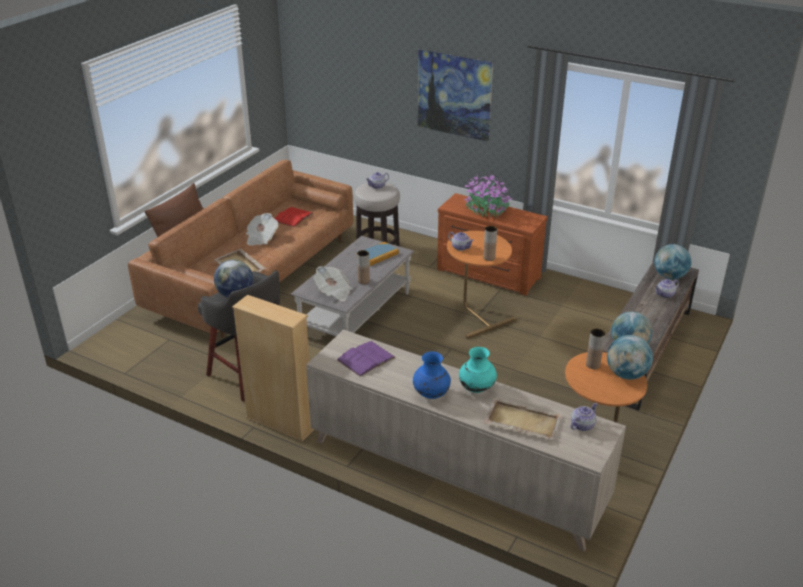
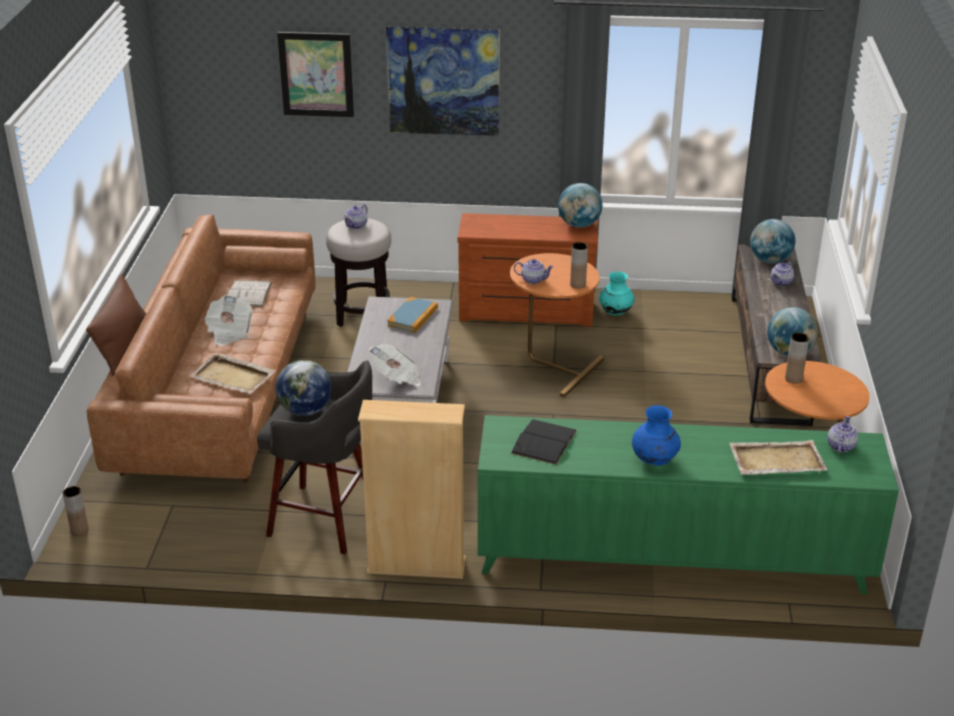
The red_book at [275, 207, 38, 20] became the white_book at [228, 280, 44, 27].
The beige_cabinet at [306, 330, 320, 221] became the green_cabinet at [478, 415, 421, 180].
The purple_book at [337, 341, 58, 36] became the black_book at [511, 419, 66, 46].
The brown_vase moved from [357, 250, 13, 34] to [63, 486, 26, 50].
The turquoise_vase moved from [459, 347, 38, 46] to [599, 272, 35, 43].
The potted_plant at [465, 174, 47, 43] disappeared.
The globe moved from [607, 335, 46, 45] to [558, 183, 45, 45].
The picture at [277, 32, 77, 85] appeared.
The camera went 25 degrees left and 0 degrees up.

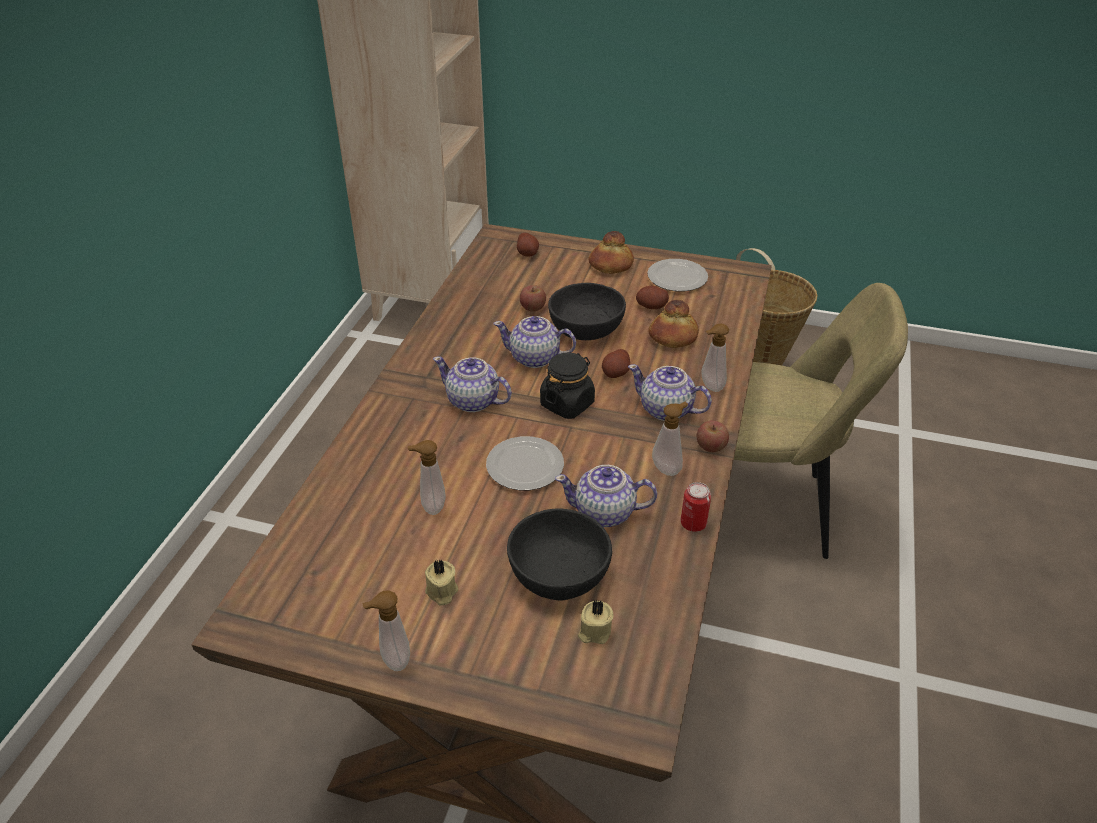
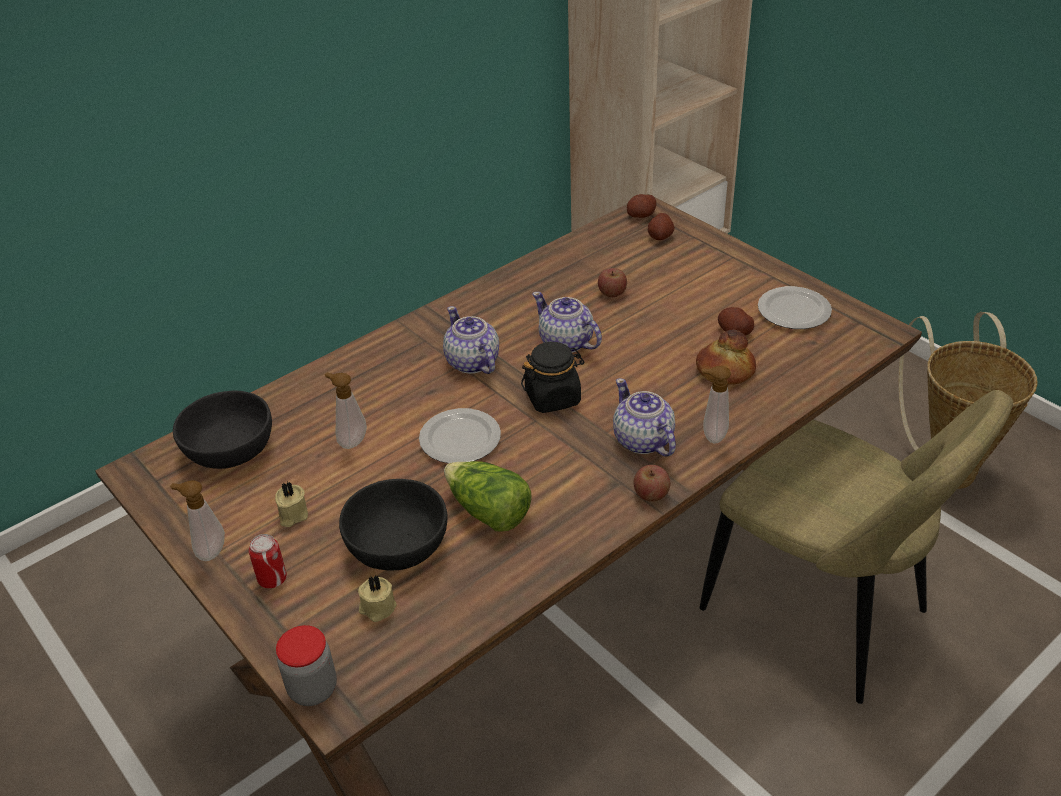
The black_bowl moved from [548, 283, 78, 57] to [173, 391, 99, 78].
The teapot at [555, 465, 102, 62] was replaced by the lettuce at [444, 461, 88, 71].
The bread at [588, 231, 46, 43] disappeared.
The potato moved from [602, 349, 28, 29] to [627, 194, 29, 24].
The soap_dispenser at [652, 402, 36, 74] disappeared.
The can moved from [680, 482, 31, 50] to [249, 534, 38, 54].
The jar at [276, 625, 61, 81] appeared.
The camera went 35 degrees right and 0 degrees up.

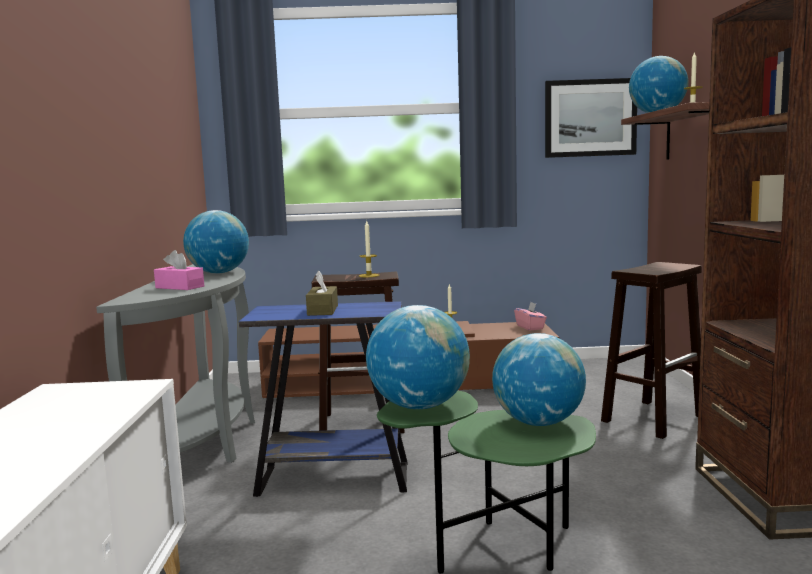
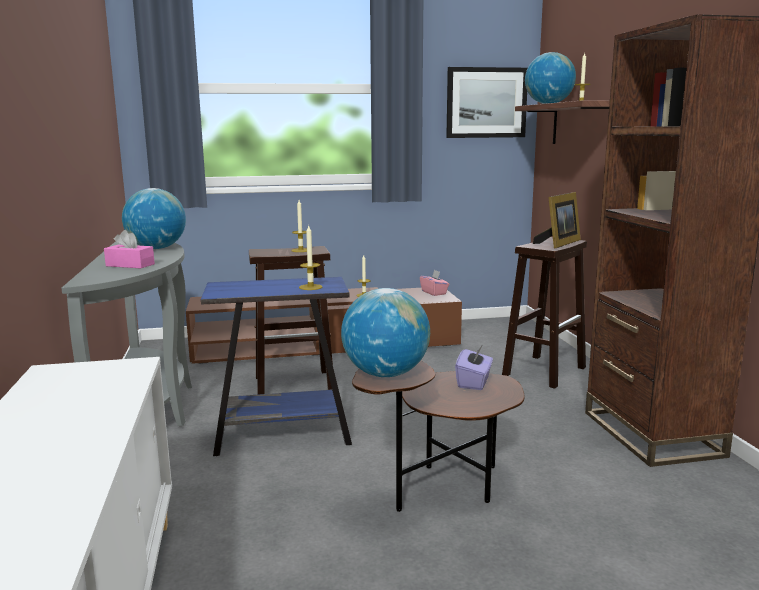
The brown_tissue_box at [306, 271, 32, 45] disappeared.
The green_side_table at [377, 391, 219, 183] became the brown_side_table at [352, 361, 173, 151].
The globe at [492, 333, 94, 93] was replaced by the purple_tissue_box at [455, 344, 38, 46].
The candle at [299, 226, 23, 64] appeared.
The picture_frame at [533, 192, 48, 57] appeared.
The camera went 10 degrees left and 5 degrees up.

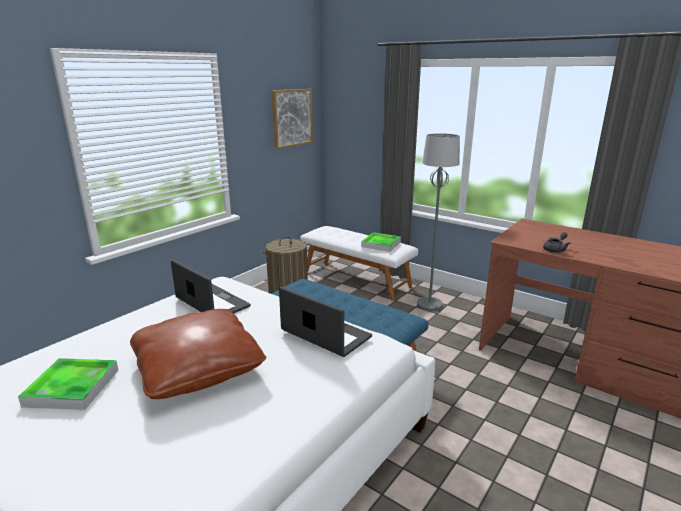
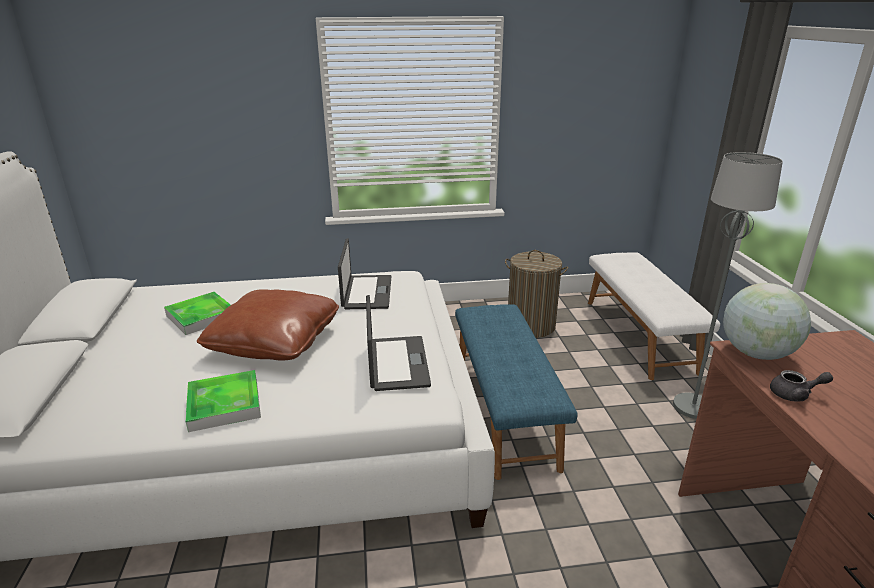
The picture at [272, 89, 41, 60] disappeared.
The tray moved from [361, 232, 40, 20] to [185, 370, 76, 62].
The globe at [723, 283, 88, 77] appeared.
The camera went 45 degrees right and 5 degrees up.

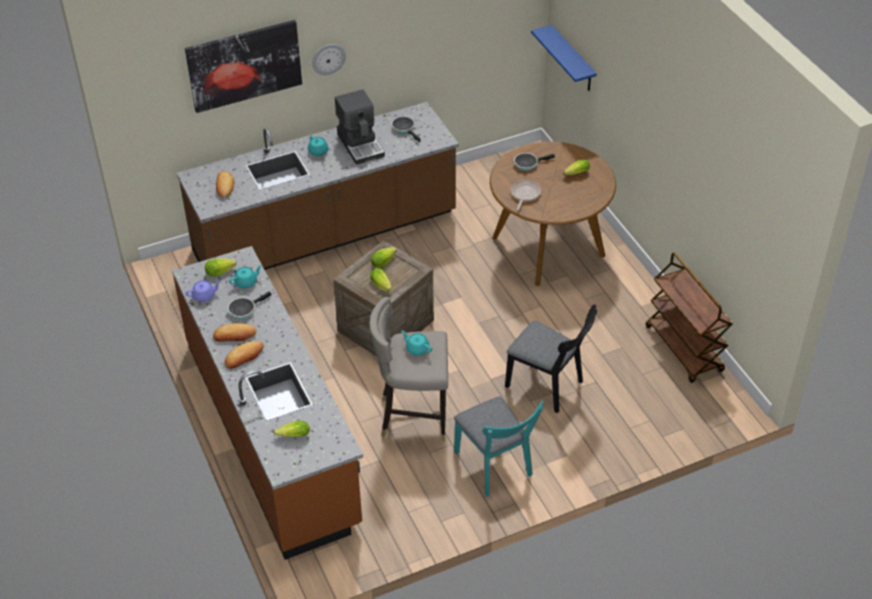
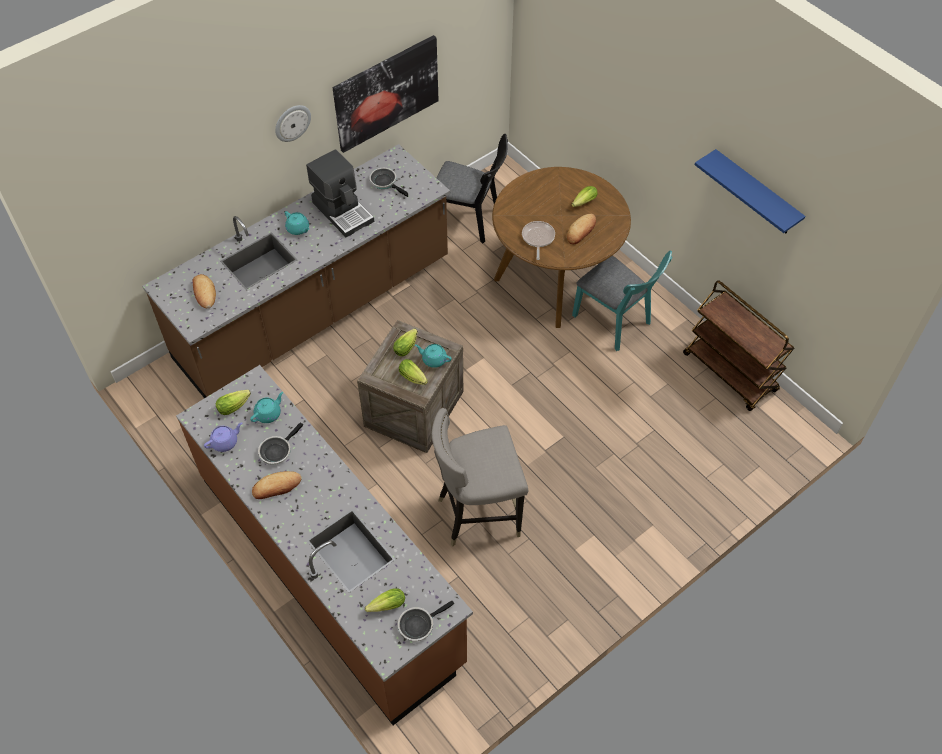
The picture moved from [185, 20, 117, 93] to [332, 35, 107, 118].
The bread moved from [225, 341, 39, 28] to [567, 214, 29, 30].
The turquoise_teapot moved from [401, 331, 31, 25] to [415, 344, 37, 24].
The turquoise_chair moved from [454, 396, 90, 101] to [572, 251, 100, 100].
The black_chair moved from [505, 304, 92, 109] to [436, 134, 72, 109].
The frying_pan moved from [514, 153, 41, 18] to [398, 601, 56, 41].
The blue_shelf moved from [531, 25, 66, 66] to [695, 149, 110, 84].
The camera went 15 degrees left and 10 degrees up.

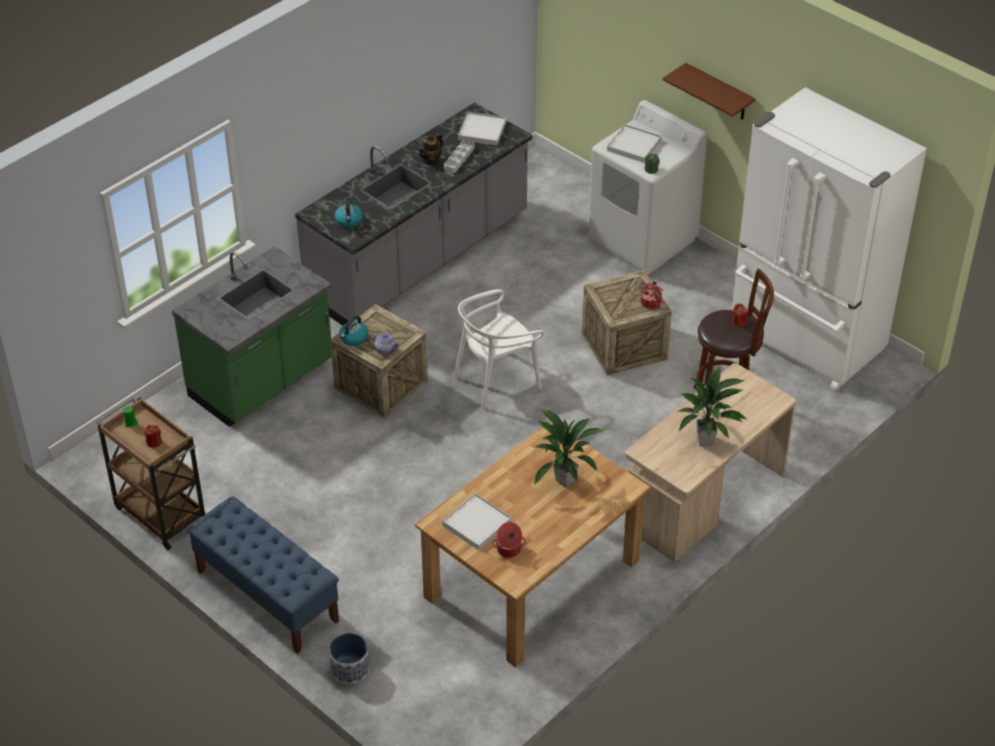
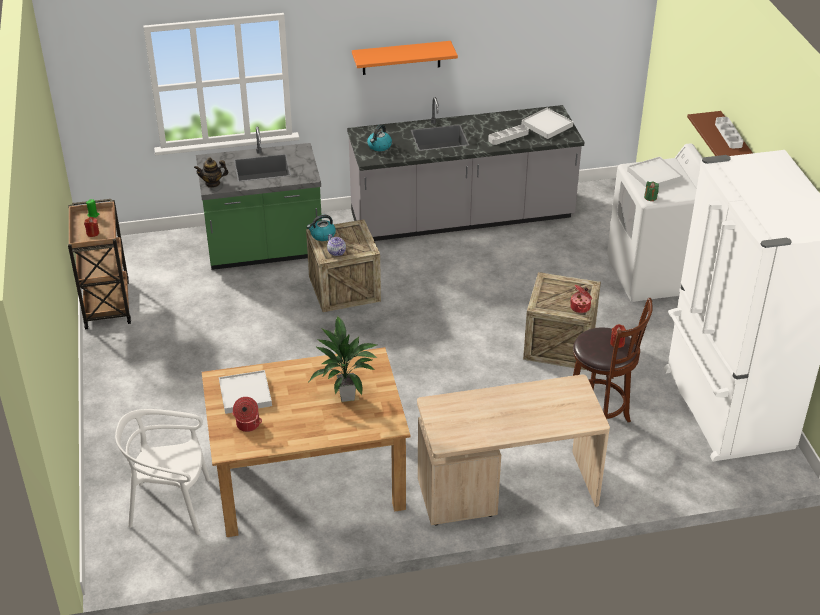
The blue_bench at [187, 496, 152, 158] disappeared.
The planter at [329, 633, 41, 51] disappeared.
The teapot moved from [418, 133, 25, 33] to [194, 158, 35, 30].
The white_chair moved from [453, 289, 91, 121] to [115, 409, 96, 126].
The potted_plant at [678, 366, 70, 80] disappeared.
The orange_shelf at [352, 41, 106, 34] appeared.
The grey_tray at [715, 117, 29, 32] appeared.
The camera went 35 degrees right and 5 degrees down.

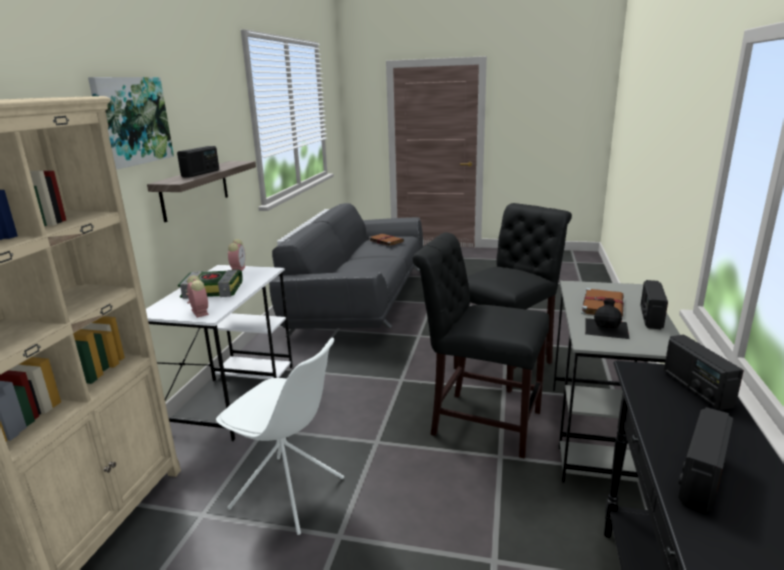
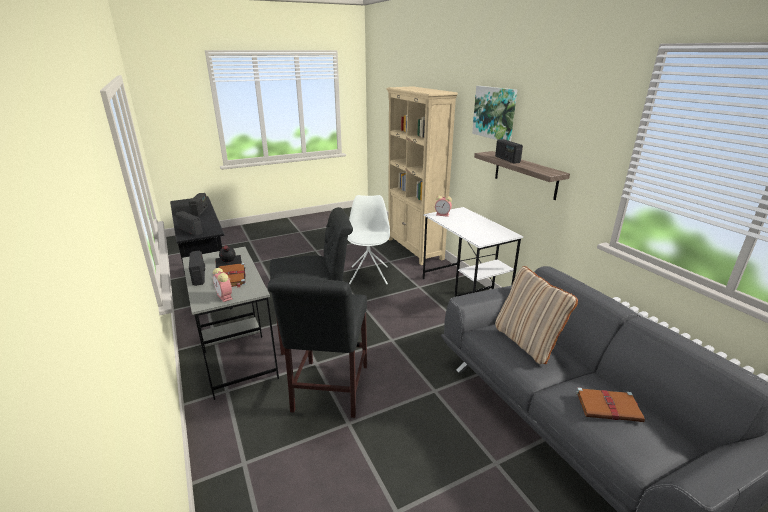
The book at [178, 270, 65, 29] disappeared.
The white_chair at [216, 338, 128, 197] turned 105 degrees clockwise.
The alarm_clock moved from [228, 239, 18, 32] to [213, 268, 20, 34].
The beige_pillow at [495, 266, 83, 98] appeared.
The camera went 140 degrees right and 5 degrees up.

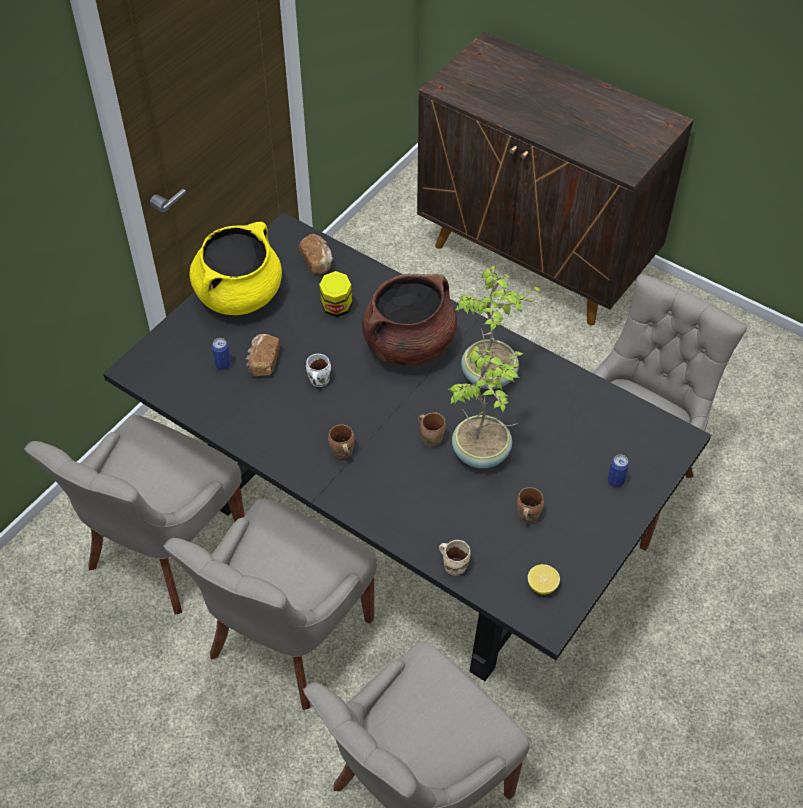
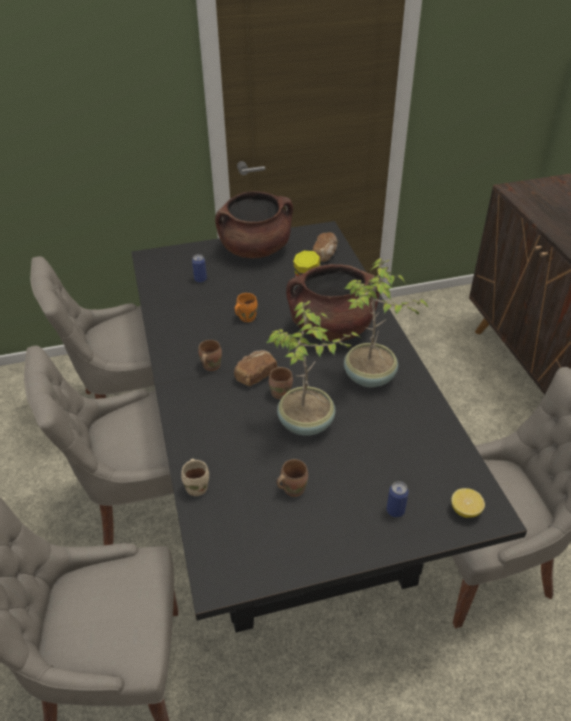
The yellow_cooking_pot at [190, 222, 92, 93] became the brown_cooking_pot at [215, 191, 78, 67].
The bread moved from [245, 334, 35, 42] to [234, 350, 43, 36].
The white_mug at [306, 354, 25, 33] became the orange_mug at [234, 293, 24, 29].
The lemon moved from [528, 564, 32, 31] to [451, 488, 34, 30].
The camera went 40 degrees right and 10 degrees down.

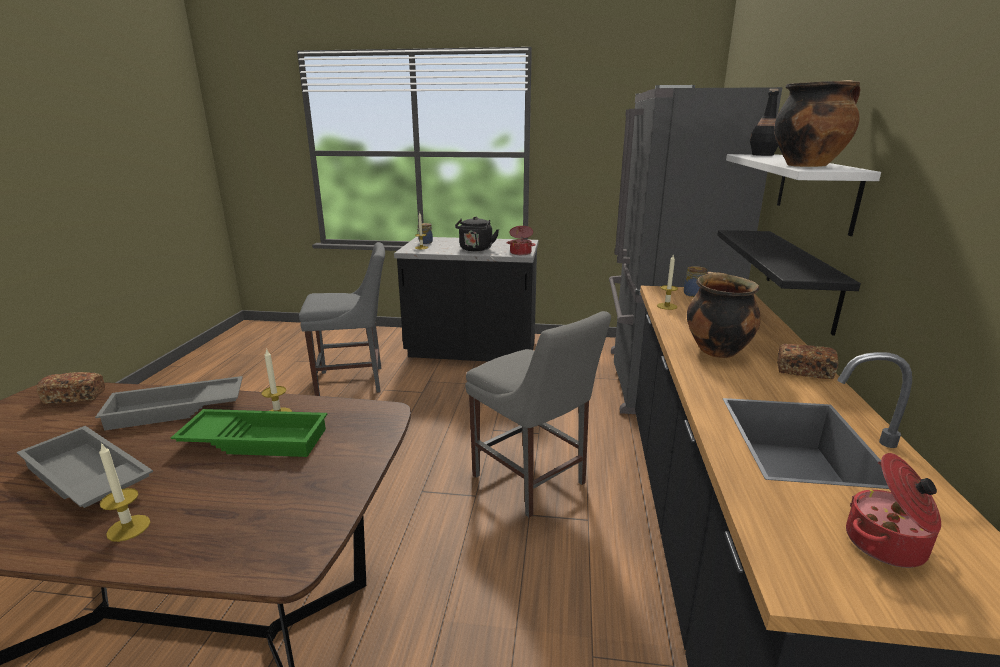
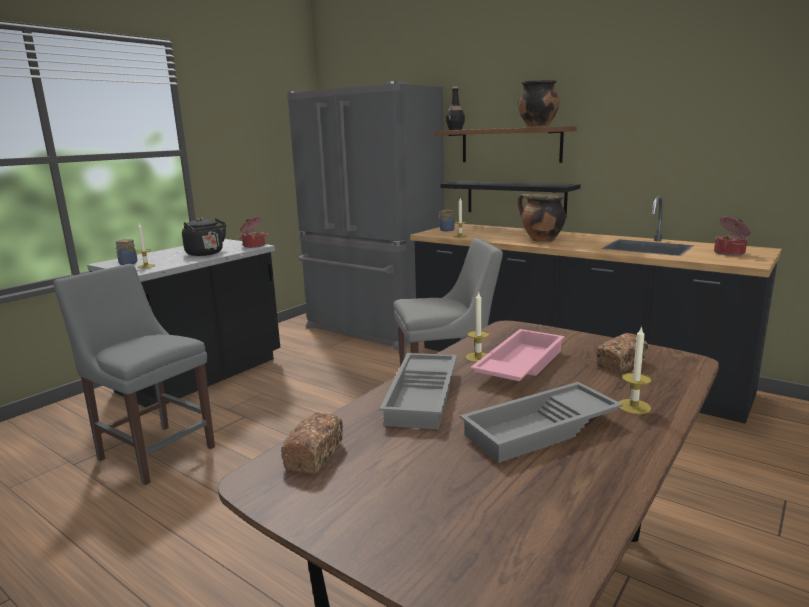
The green_tray at [171, 409, 156, 48] became the pink_tray at [471, 329, 94, 52].
The grey_chair at [299, 242, 86, 154] turned 75 degrees counterclockwise.
The white_shelf at [726, 154, 155, 82] became the brown_shelf at [434, 126, 143, 37].
The bread moved from [777, 344, 61, 35] to [596, 333, 52, 41].
The camera went 60 degrees left and 5 degrees down.

